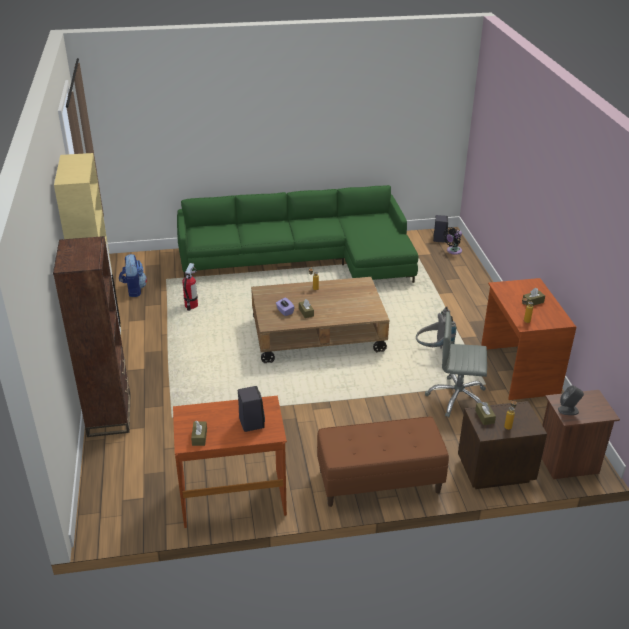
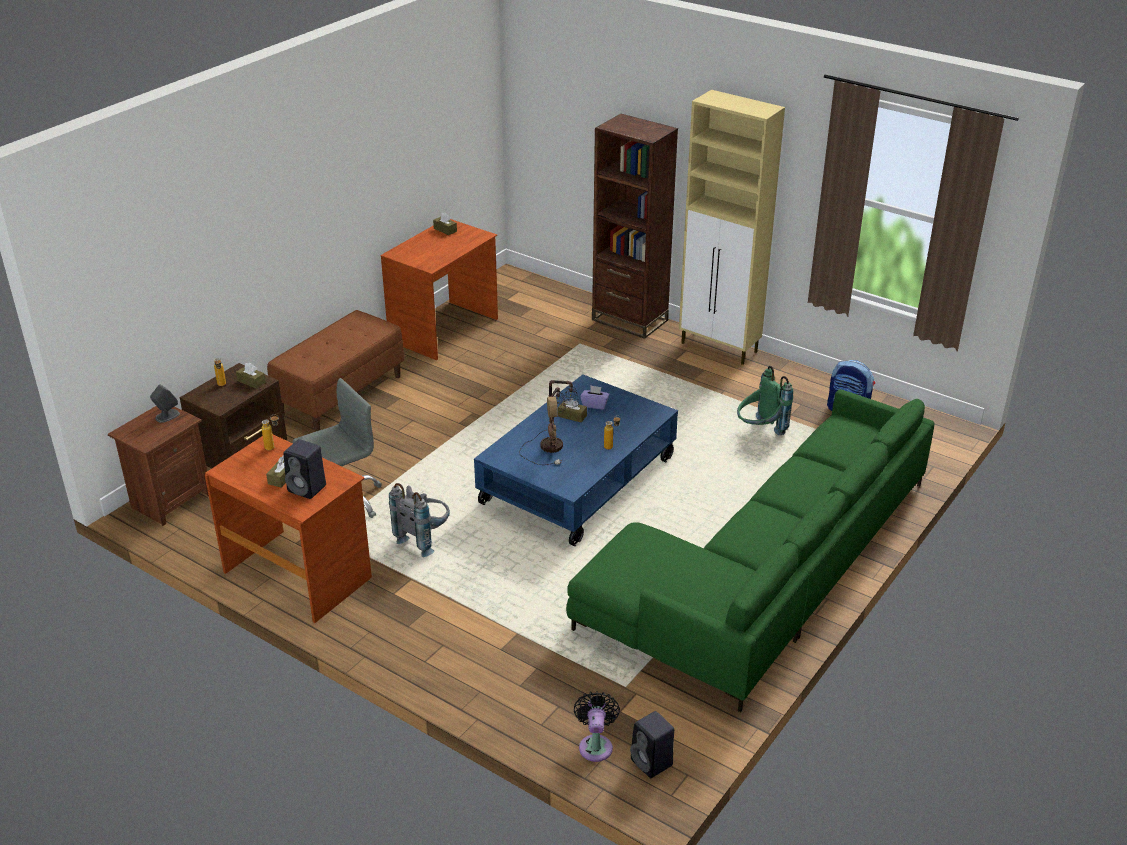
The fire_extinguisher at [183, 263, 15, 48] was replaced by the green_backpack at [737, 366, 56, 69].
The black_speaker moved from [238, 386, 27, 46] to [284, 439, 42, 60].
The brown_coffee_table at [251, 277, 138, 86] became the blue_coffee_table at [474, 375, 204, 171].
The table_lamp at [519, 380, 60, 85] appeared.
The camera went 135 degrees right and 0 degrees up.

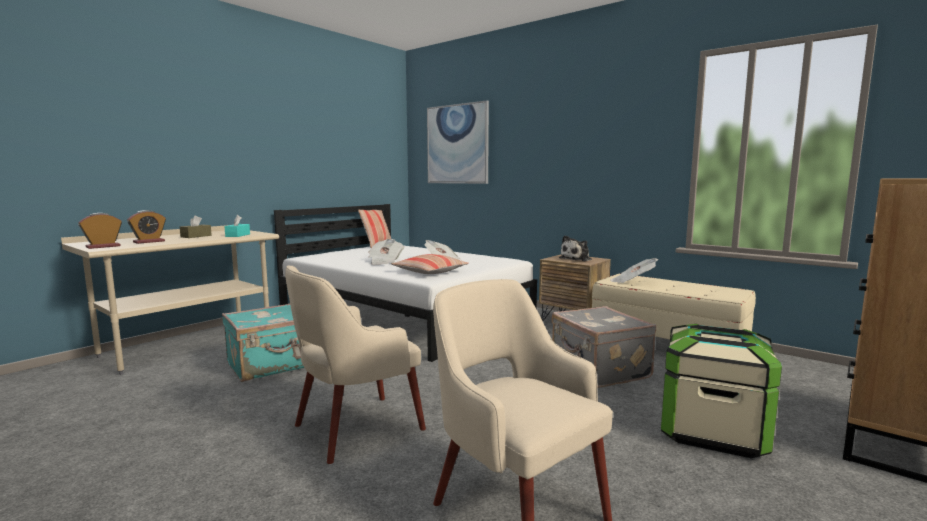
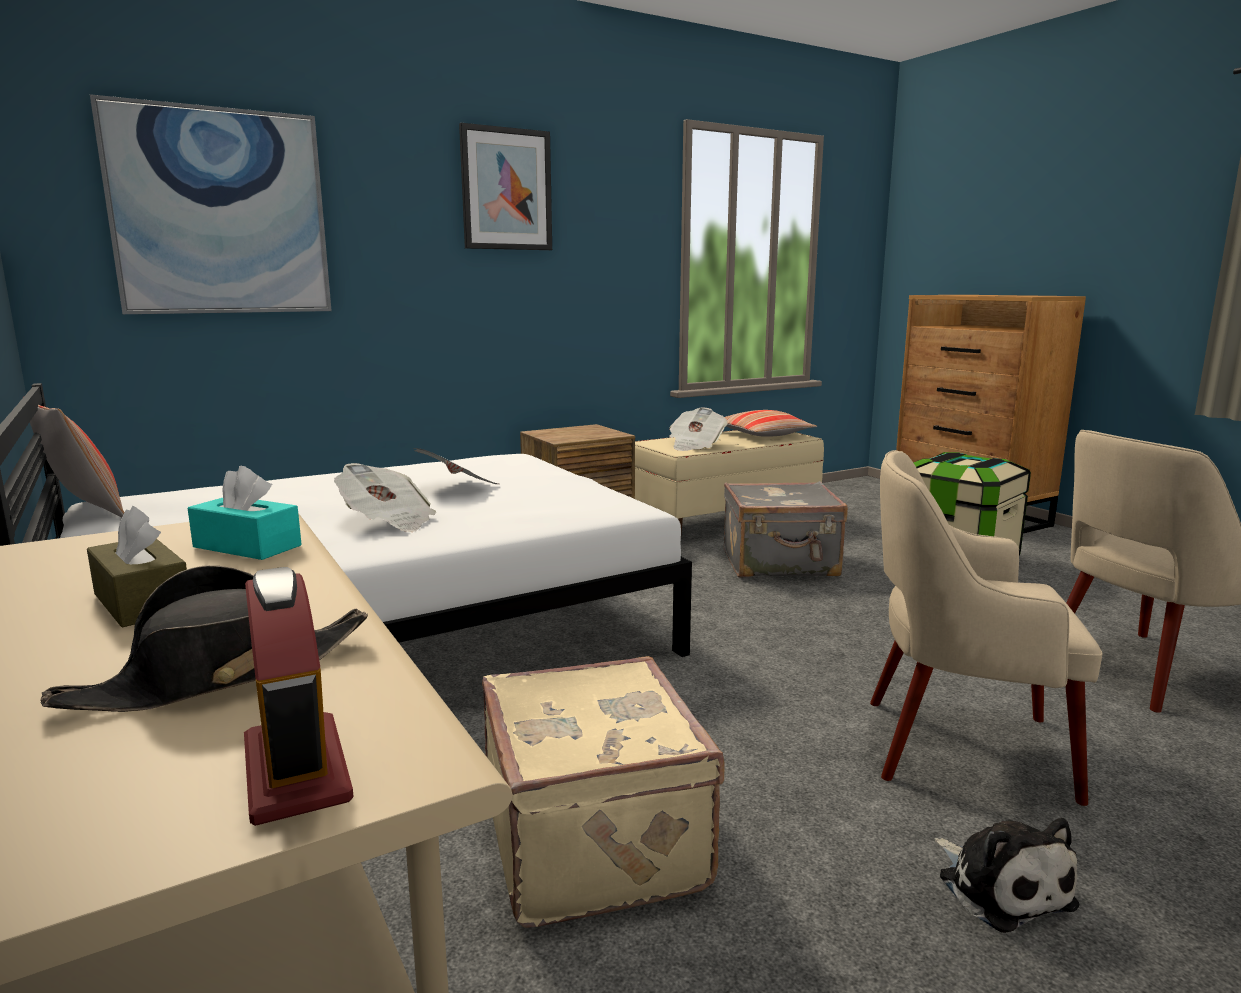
The alarm_clock at [127, 210, 39, 34] was replaced by the black_hat at [40, 566, 328, 146].
The turquoise_suitcase at [222, 304, 82, 78] became the beige_suitcase at [482, 656, 243, 272].
The beige_armchair at [285, 265, 141, 199] turned 120 degrees clockwise.
The pillow moved from [391, 254, 78, 20] to [725, 410, 92, 27].
The plush_toy moved from [559, 235, 33, 26] to [935, 818, 144, 115].
The picture at [459, 123, 93, 127] appeared.
The camera went 70 degrees left and 5 degrees up.

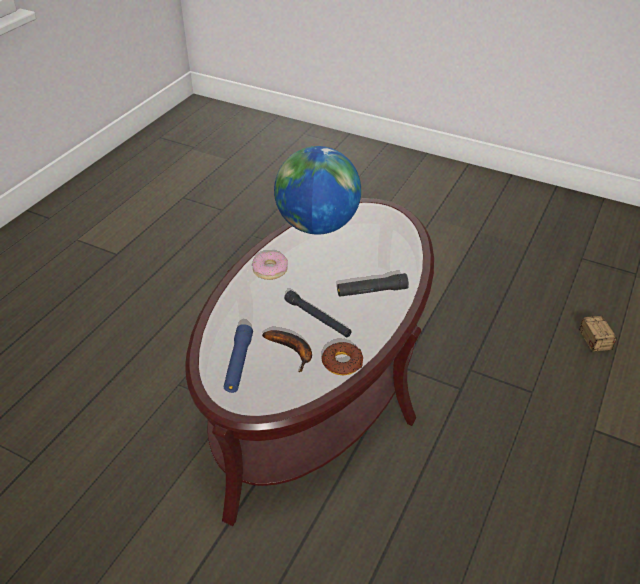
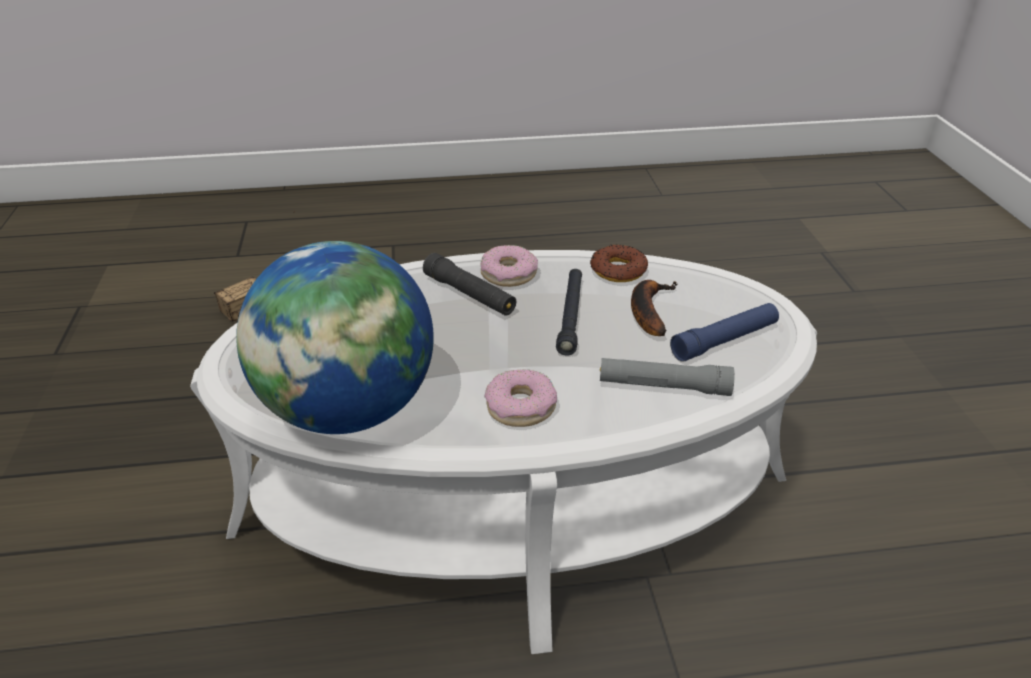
The brown_coffee_table at [185, 198, 249, 328] became the white_coffee_table at [190, 250, 627, 404].
The donut at [480, 245, 58, 42] appeared.
The grey_flashlight at [600, 358, 135, 38] appeared.
The camera went 125 degrees left and 5 degrees down.

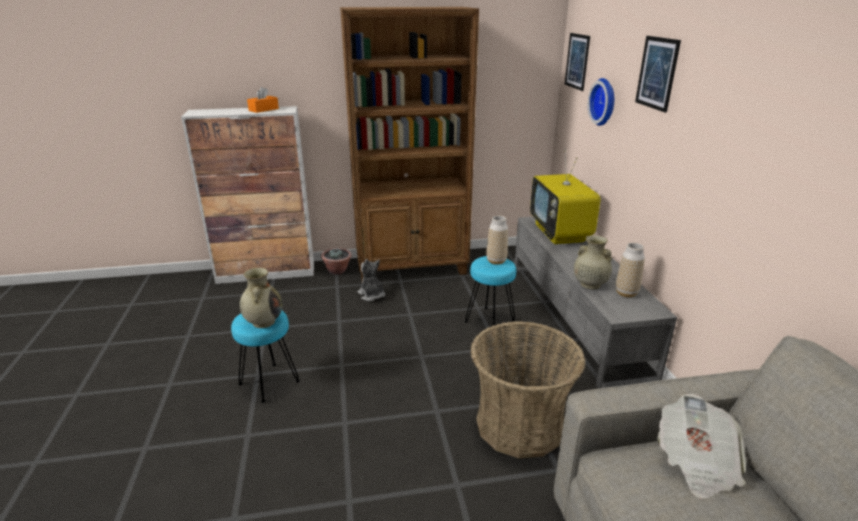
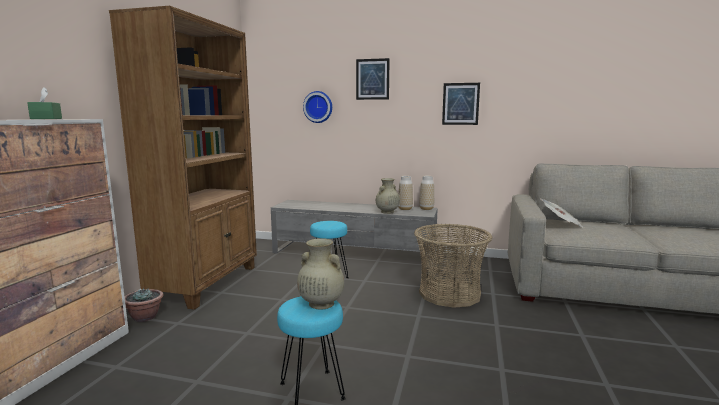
The orange_tissue_box at [247, 87, 32, 26] became the green_tissue_box at [27, 87, 35, 32].
The plush_toy at [358, 259, 27, 42] disappeared.
The vase moved from [486, 216, 22, 49] to [419, 176, 15, 34].
The television at [530, 149, 71, 95] disappeared.
The picture moved from [565, 33, 25, 58] to [442, 83, 38, 42].
The camera went 65 degrees left and 15 degrees down.

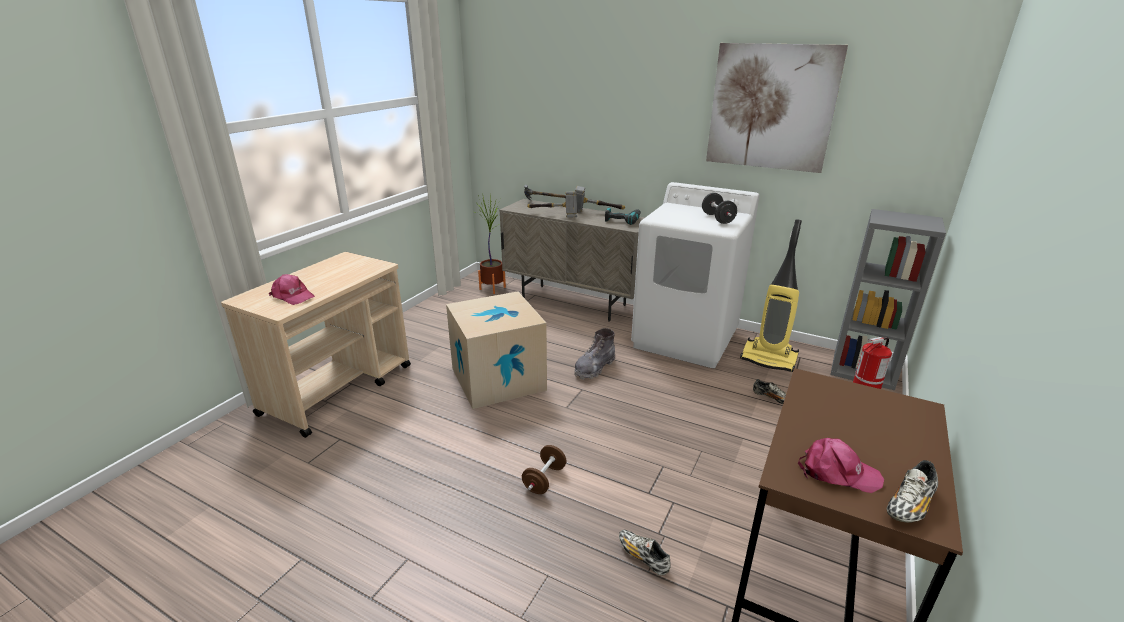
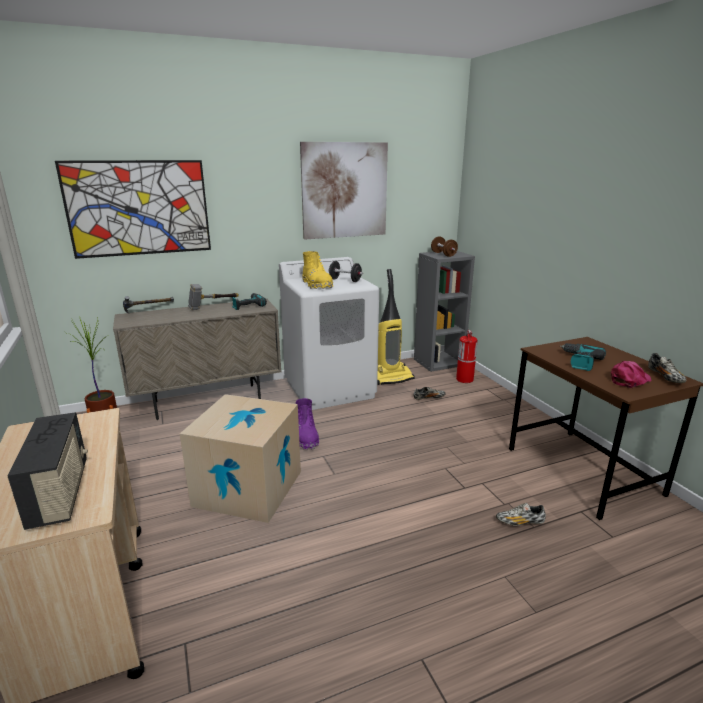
The pink_cap at [269, 274, 46, 31] was replaced by the radio at [7, 412, 81, 118].
The brown_dumbbell moved from [522, 445, 44, 49] to [431, 236, 27, 21].
The hammer at [527, 191, 50, 27] disappeared.
The grey_boot at [575, 328, 40, 52] became the purple_boot at [296, 398, 23, 52].
The picture at [55, 160, 156, 99] appeared.
The yellow_boot at [302, 251, 31, 38] appeared.
The power_drill at [560, 343, 46, 28] appeared.
The camera went 50 degrees left and 5 degrees down.

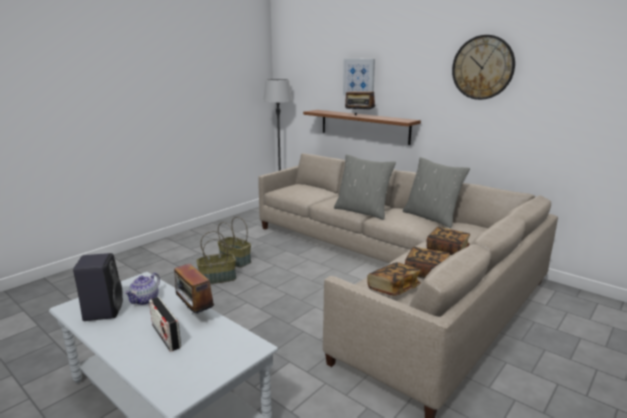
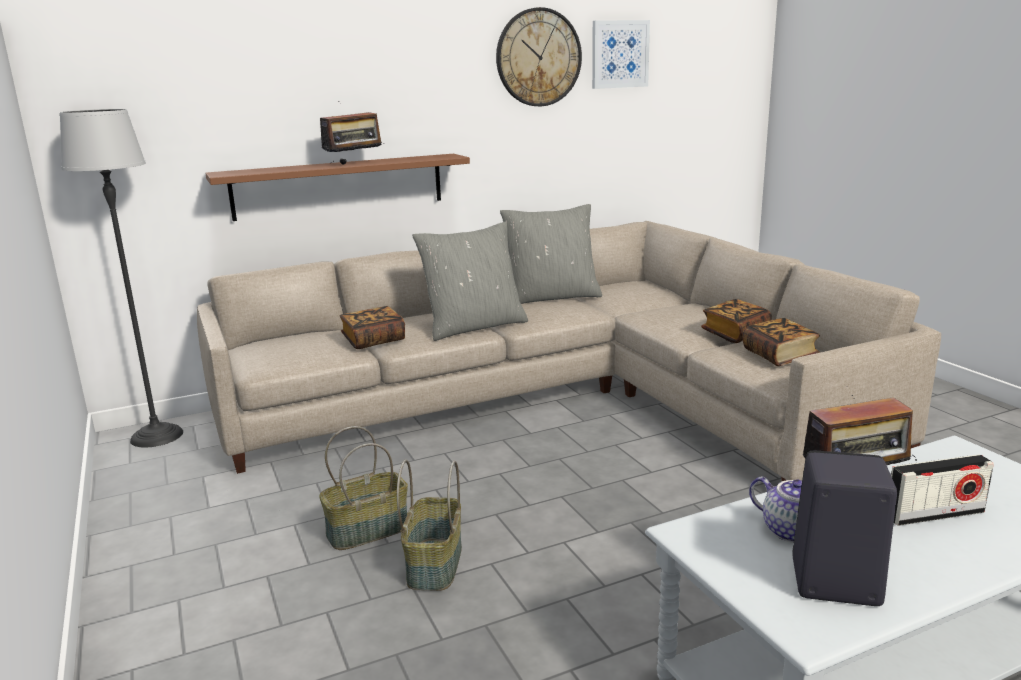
The picture moved from [343, 59, 32, 36] to [592, 20, 58, 69].
The book moved from [427, 227, 43, 28] to [339, 306, 66, 43].
The camera went 65 degrees left and 0 degrees up.

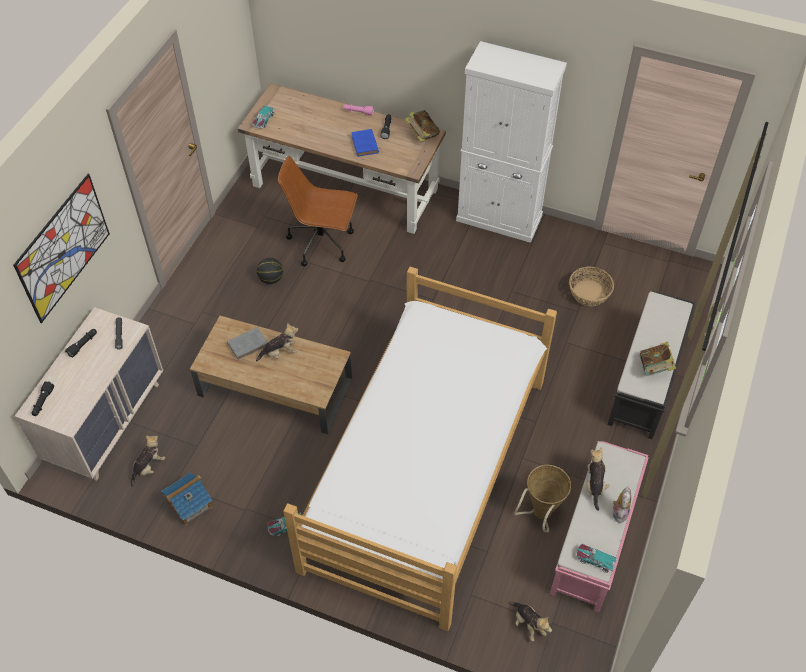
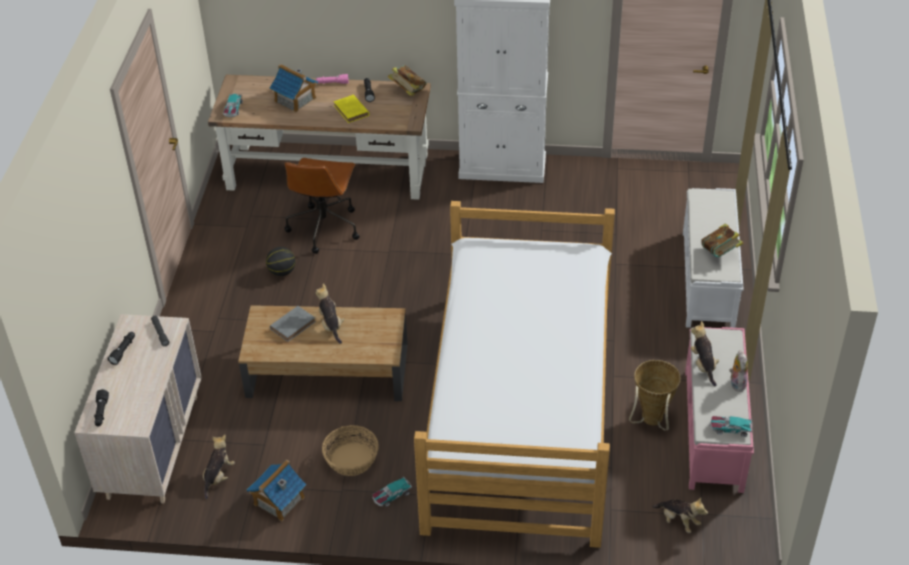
The picture at [13, 174, 97, 149] disappeared.
The plush_toy at [256, 323, 42, 39] turned 75 degrees counterclockwise.
The brown_office_chair at [278, 156, 80, 110] turned 75 degrees counterclockwise.
The blue_book at [351, 129, 28, 28] became the yellow_book at [333, 95, 36, 28].
The basket moved from [569, 266, 45, 40] to [322, 425, 57, 51].
The black_bench at [607, 291, 88, 148] became the white_bench at [683, 188, 61, 140].
The toy_house at [270, 64, 48, 48] appeared.
The camera went 15 degrees left and 10 degrees down.

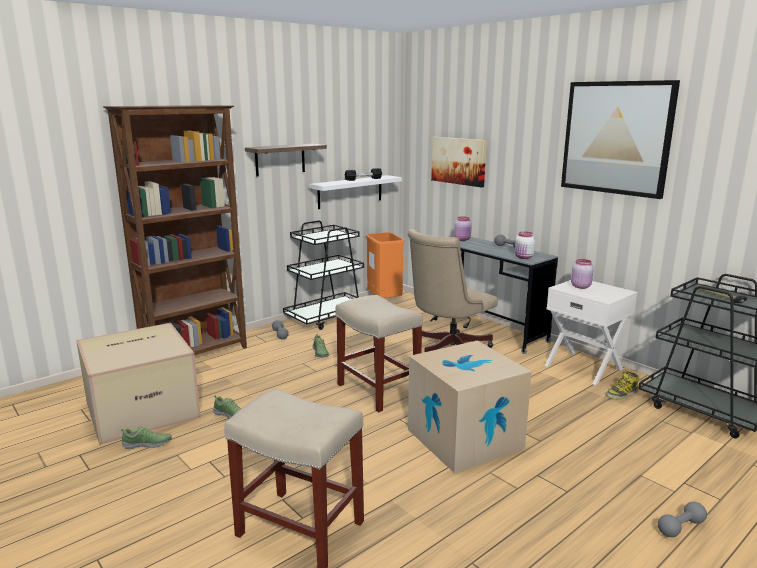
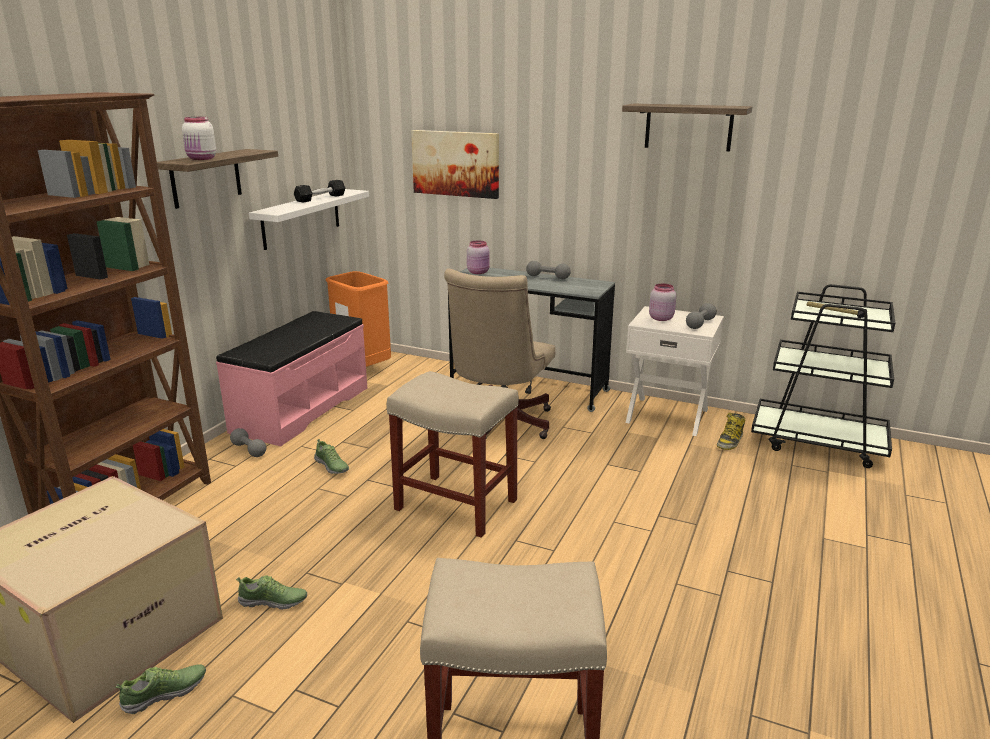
The black_cart at [283, 220, 81, 110] was replaced by the pink_bench at [216, 311, 151, 135].
The cardboard_box at [408, 340, 124, 133] disappeared.
The white_jar moved from [515, 231, 20, 28] to [182, 117, 34, 43].
The picture at [561, 80, 119, 119] was replaced by the shelf at [622, 104, 130, 47].
The grey_dumbbell moved from [658, 502, 49, 35] to [686, 303, 31, 26].
The camera went 25 degrees left and 5 degrees up.

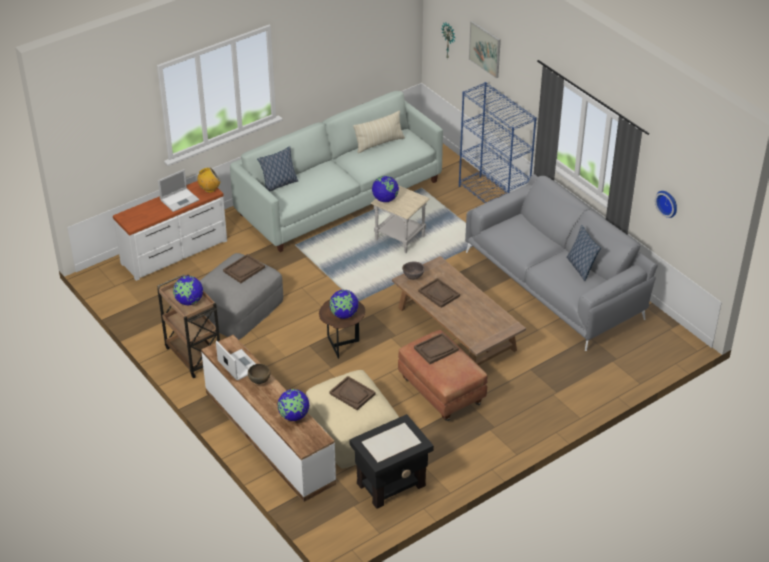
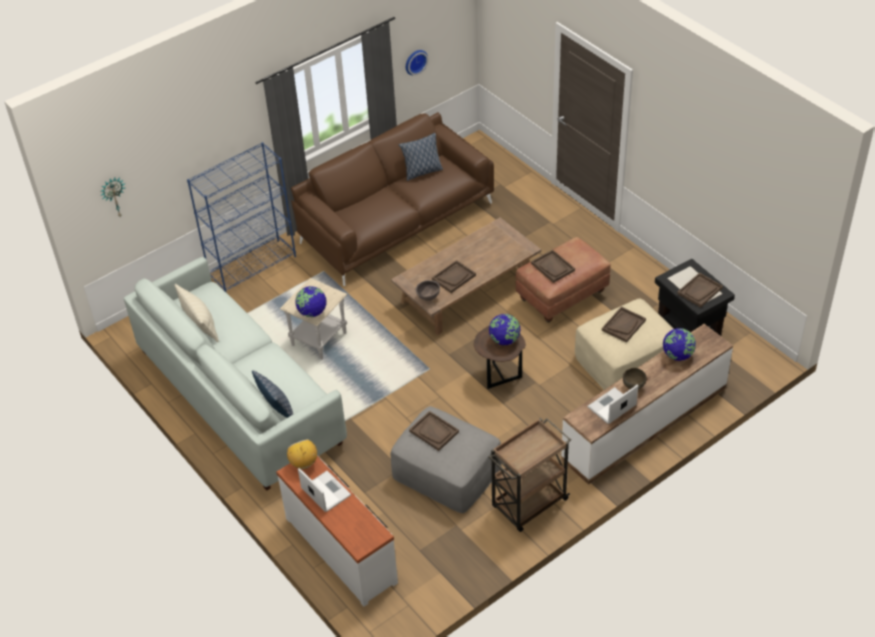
The globe at [173, 276, 30, 29] disappeared.
The grey_sofa at [465, 174, 193, 177] became the brown_sofa at [291, 112, 203, 174].
The picture at [469, 21, 32, 57] disappeared.
The brown_tray at [677, 273, 46, 35] appeared.
The camera went 90 degrees left and 5 degrees up.

